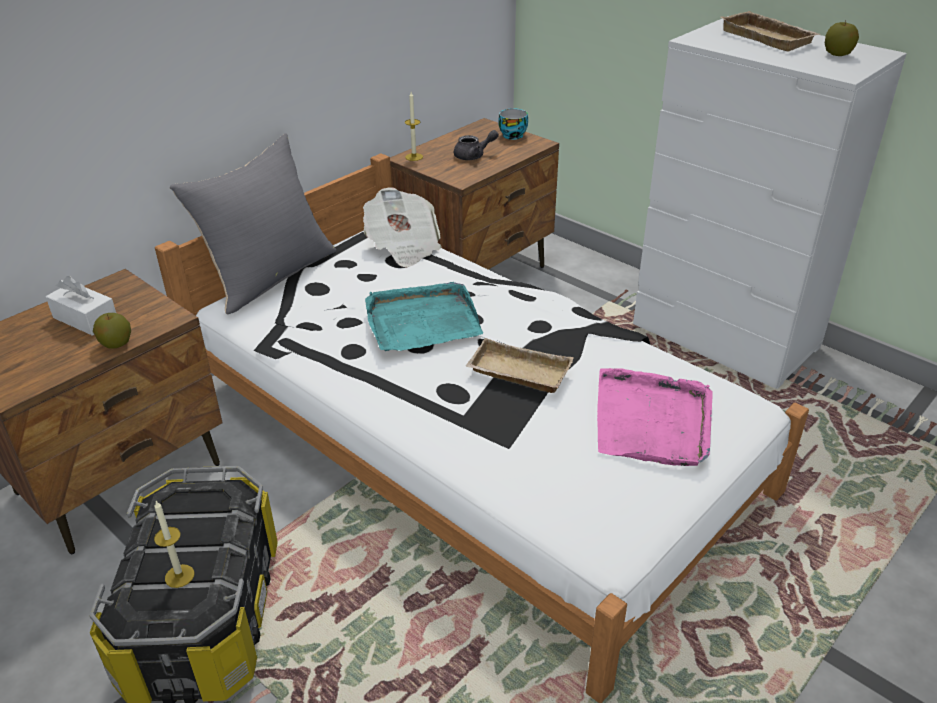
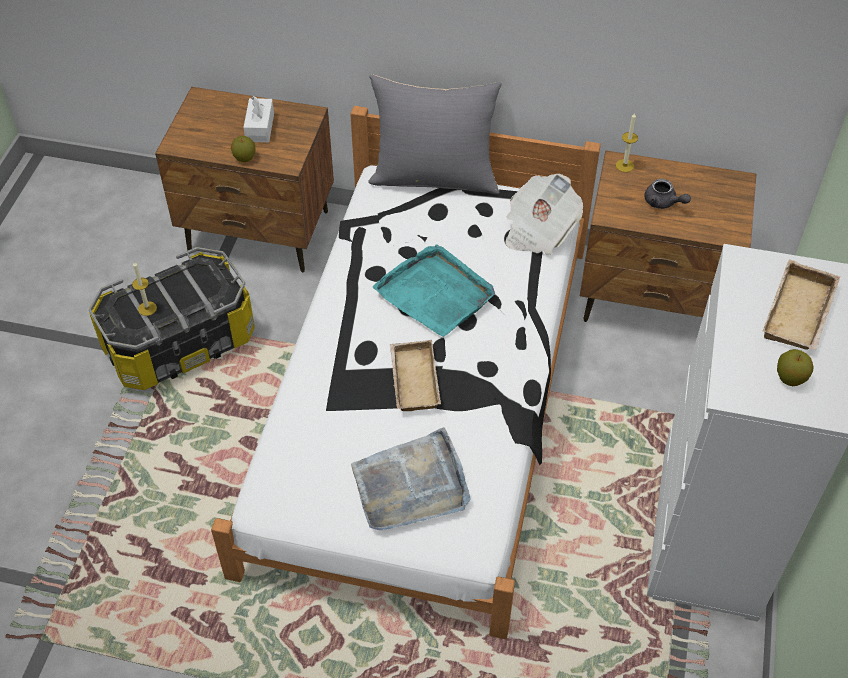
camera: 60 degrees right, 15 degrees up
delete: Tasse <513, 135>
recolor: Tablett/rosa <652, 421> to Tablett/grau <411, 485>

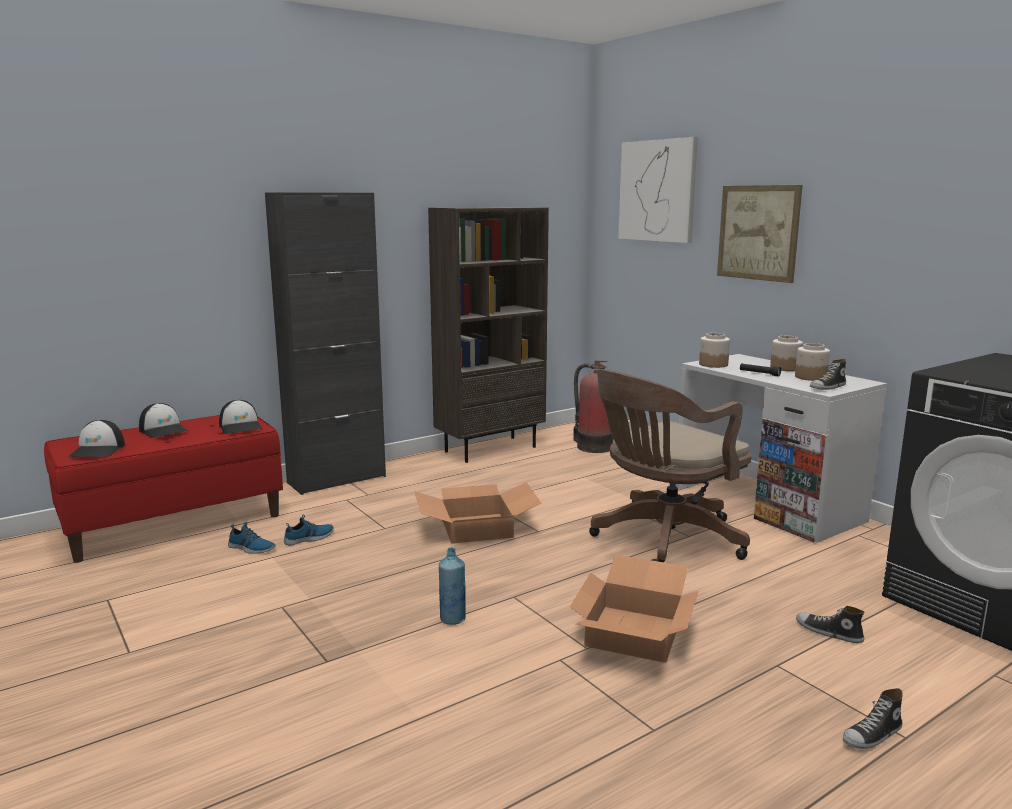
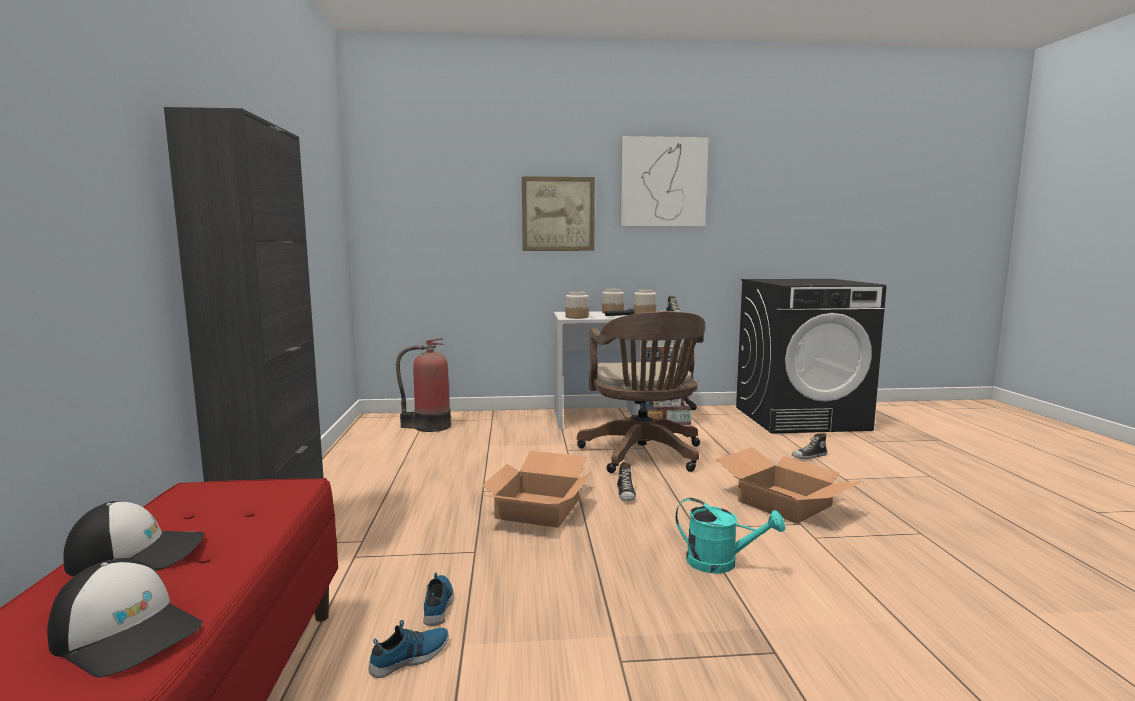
camera: 60 degrees left, 5 degrees down
delete: Kappe <241, 427>; Bücherregal/braun <490, 449>
move: Bild <657, 191> to <663, 182>; Schuh <872, 736> to <626, 494>
replace: Flasche/blau <452, 619> to Gießkanne/türkis <721, 563>

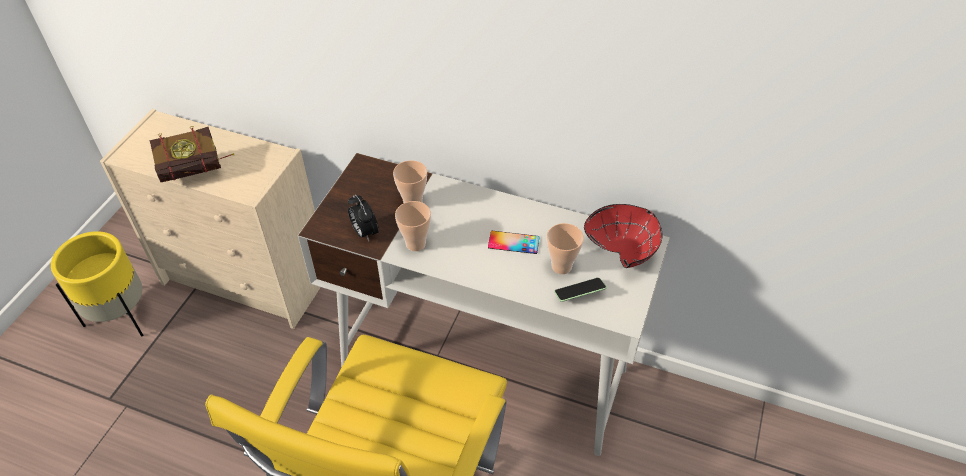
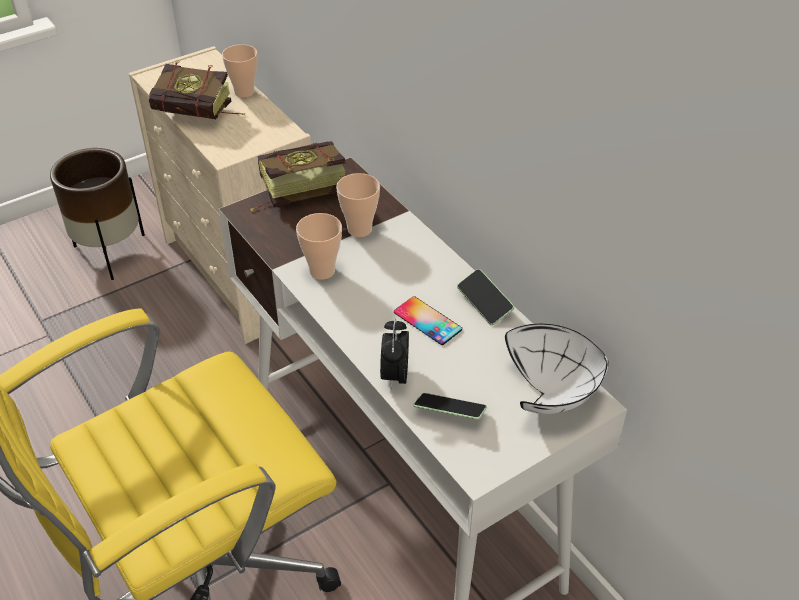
camera: 35 degrees right, 5 degrees down
insert: Buch <294, 192>; Handy <484, 303>
move: Wecker <364, 232> to <394, 375>; Tasse <561, 266> to <244, 92>
recolor: Pflanzkübel/gelb <122, 315> to Pflanzkübel/braun <111, 253>; Schüssel/rot <624, 248> to Schüssel/weiß <554, 392>

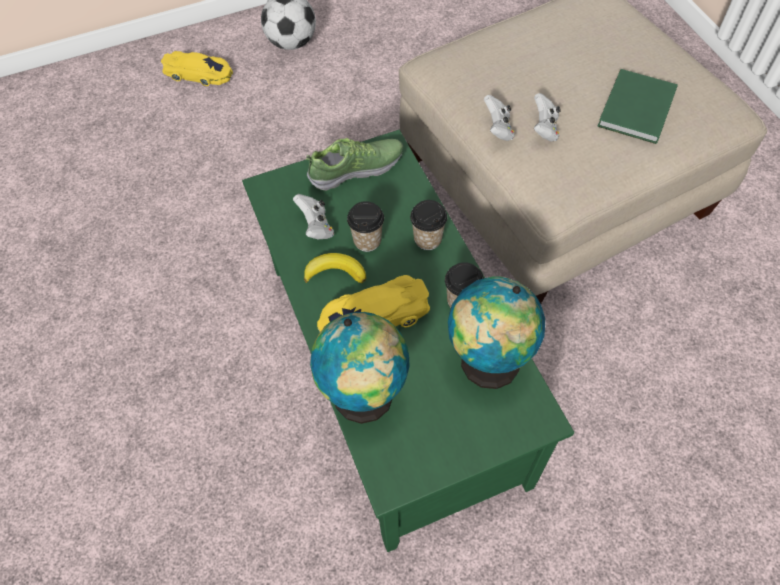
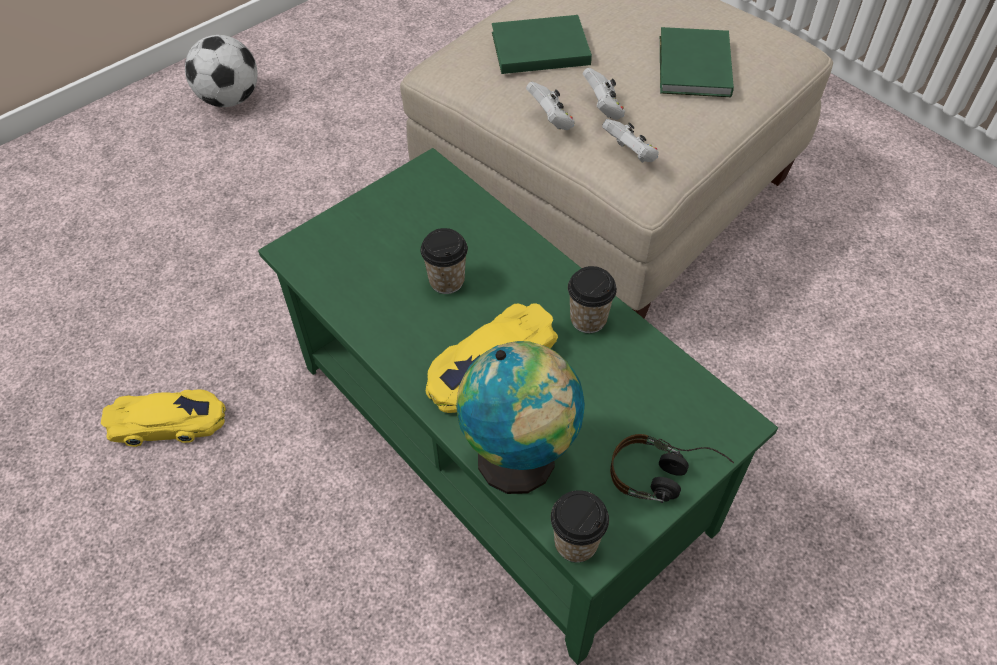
camera: 20 degrees left, 5 degrees down
delete: Banane <335, 272>; Schuh <356, 169>; Globus <487, 365>
insert: Buch/grün <537, 48>; Kopfhörer <666, 477>
move: Spielzeugauto/gelb <199, 73> to <168, 422>; Gamepad/weiß <316, 227> to <630, 154>; Tasse <427, 239> to <576, 543>

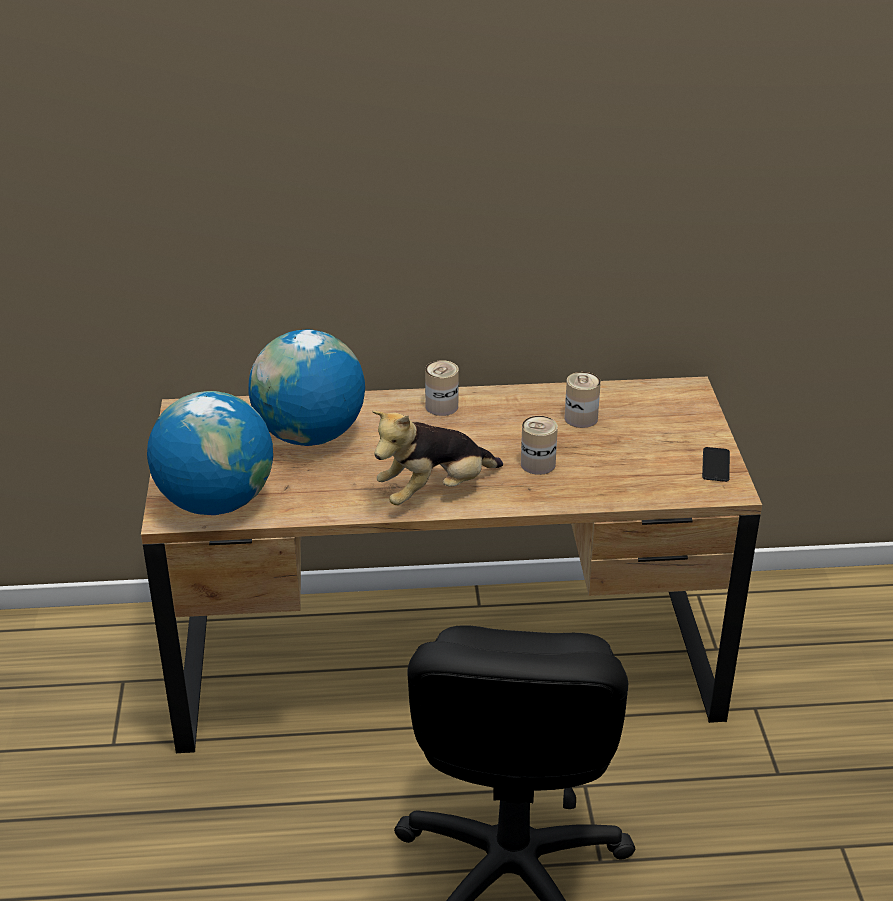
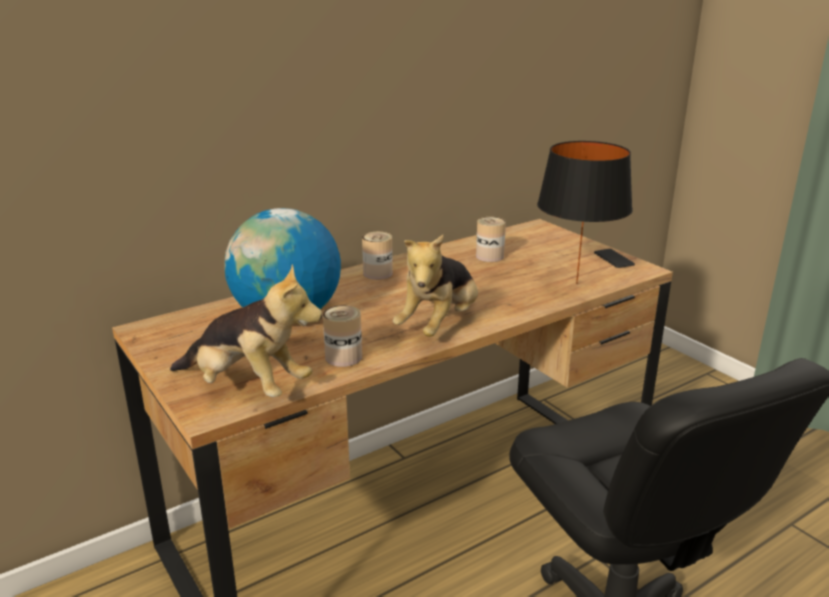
camera: 30 degrees left, 10 degrees down
insert: Tischlampe/schwarz <577, 283>
move: Dose <538, 464> to <343, 357>
replace: Globus <216, 502> to Plüschtier <248, 387>

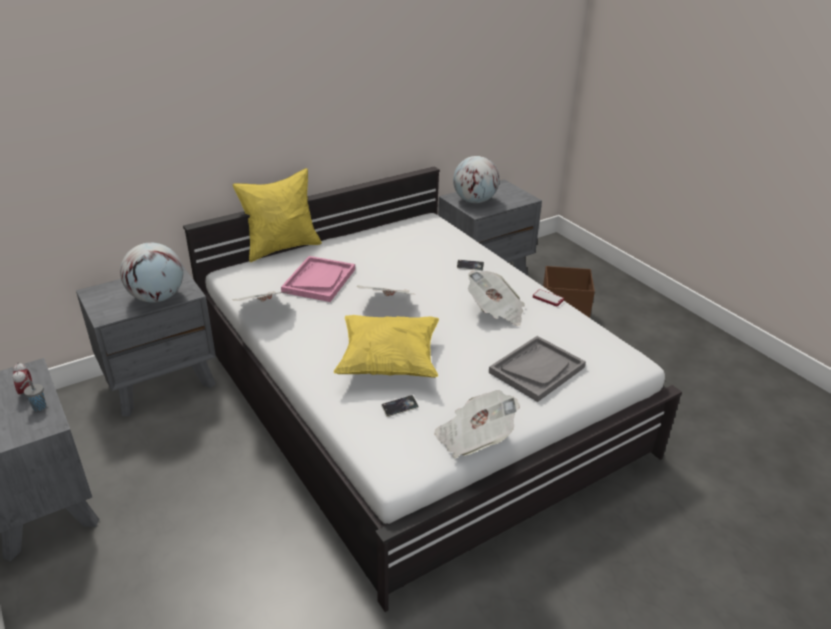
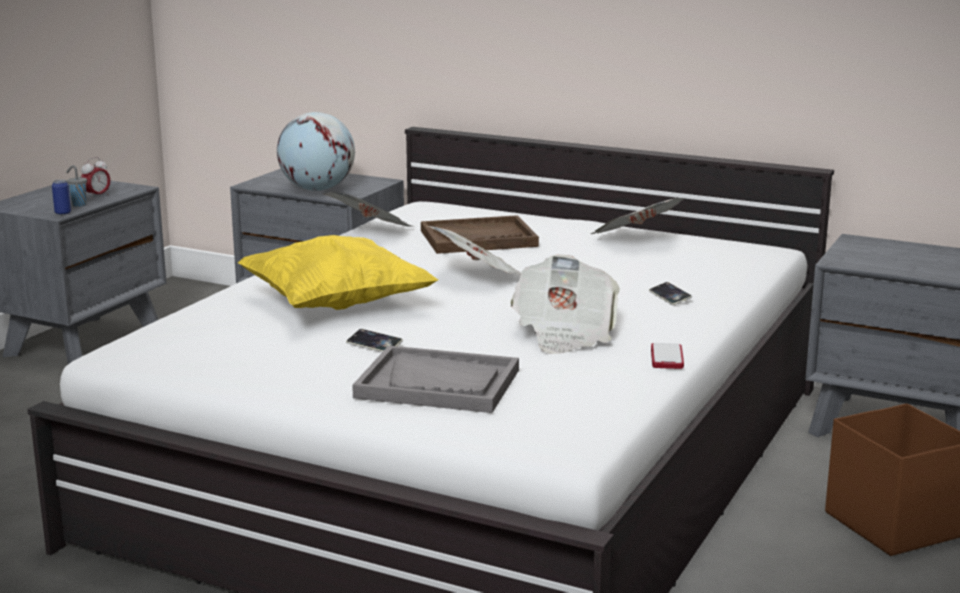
camera: 60 degrees right, 15 degrees down
delete: Kissen/gelb <282, 248>; Globus <474, 201>
insert: Dose <63, 213>
move: Handy <400, 408> to <374, 345>; Zeitung <474, 439> to <635, 240>
recolor: Tablett/rosa <319, 280> to Tablett/braun <478, 238>

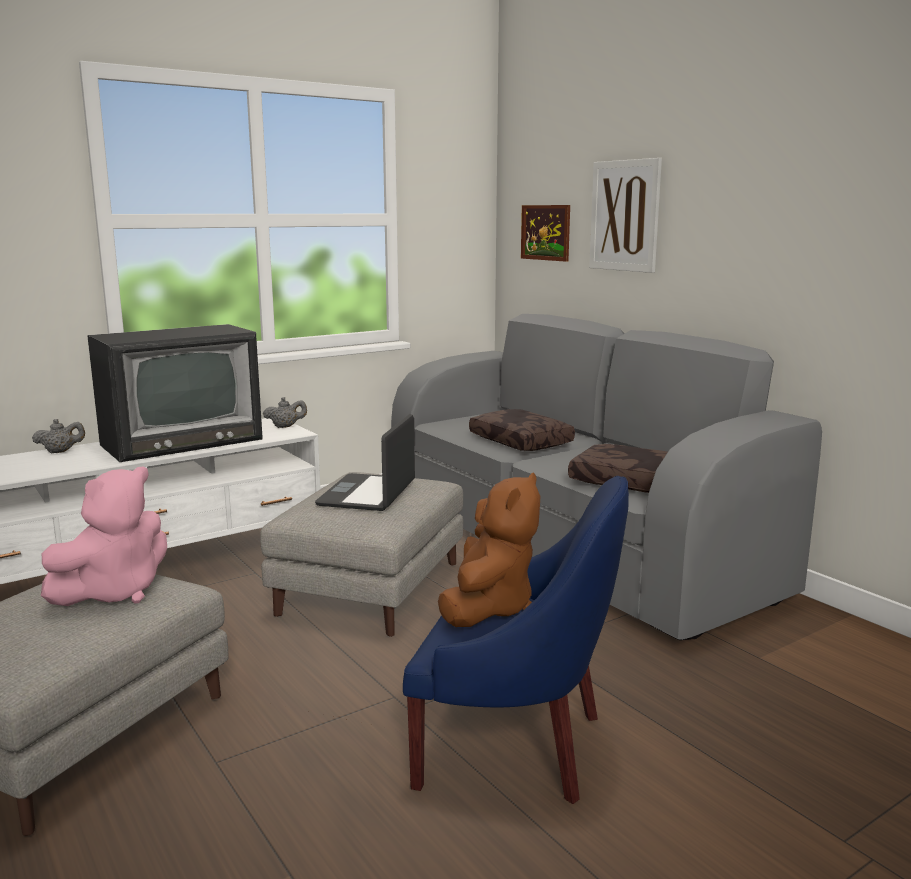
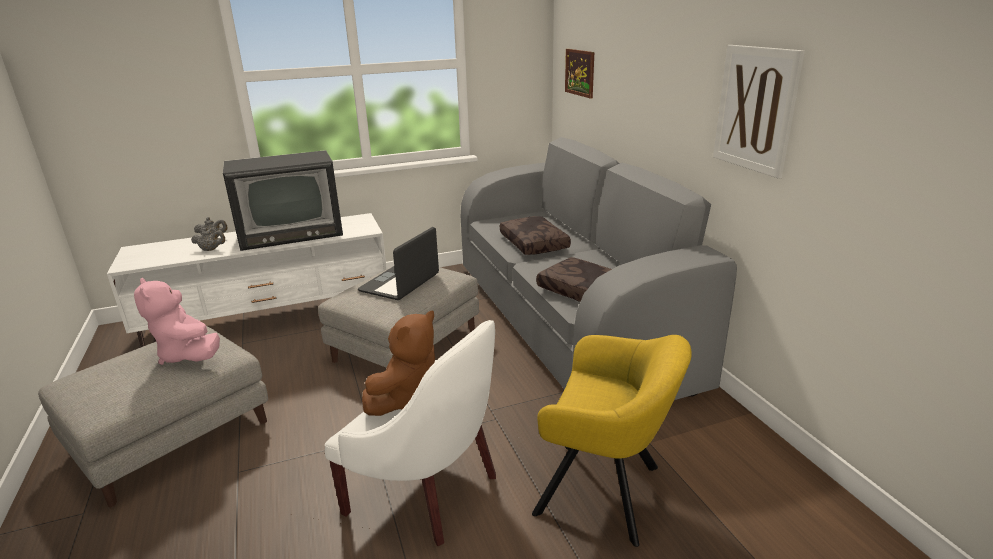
camera: 15 degrees right, 10 degrees up
insert: Sessel/gelb <606, 492>
move: Teekanne/grau <285, 427> to <211, 250>; Bild <624, 216> to <755, 109>
recolor: Sessel/blau <516, 744> to Sessel/weiß <428, 490>
rotate: Plüschtier/rosa <115, 592> = <189, 355> 90 degrees clockwise

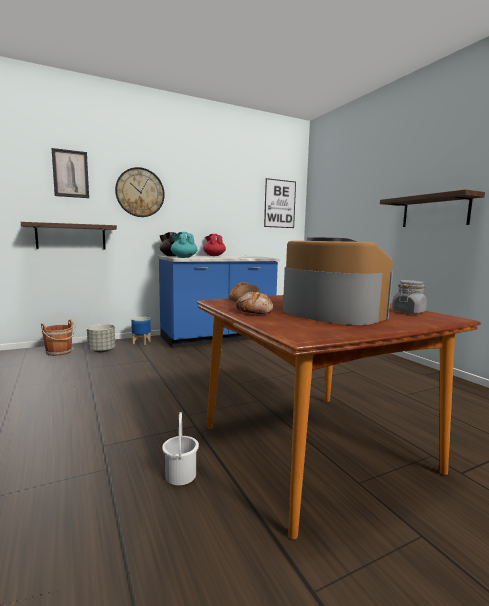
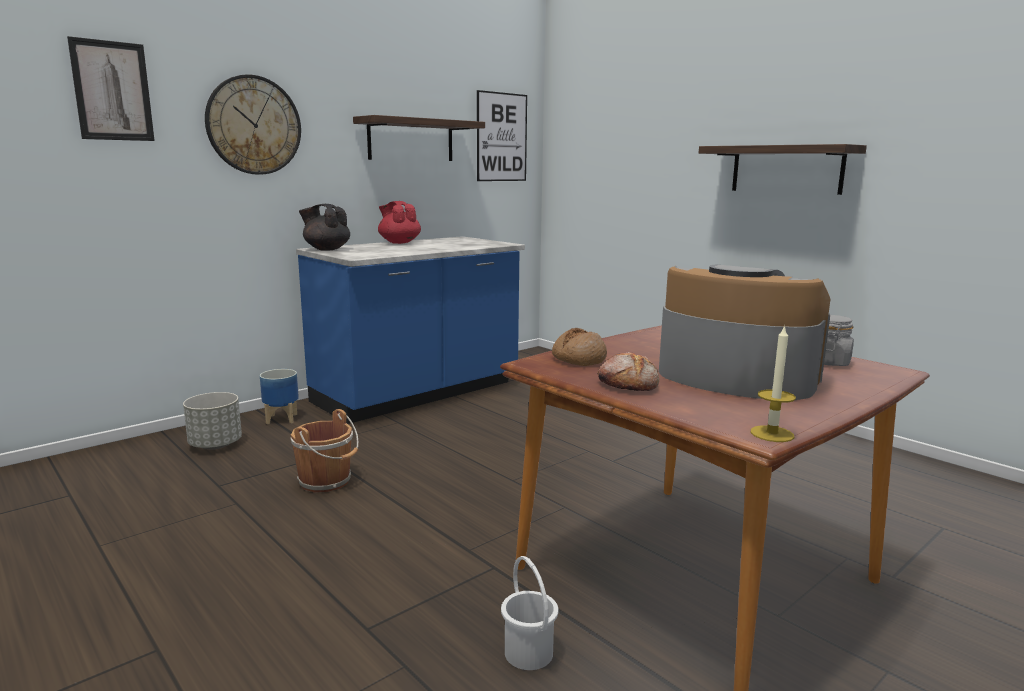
camera: 15 degrees left, 5 degrees up
delete: Teekanne/türkis <183, 257>
insert: Kerze <772, 434>
move: Wandregal <71, 236> to <411, 140>; Eimer/braun <60, 352> to <327, 482>

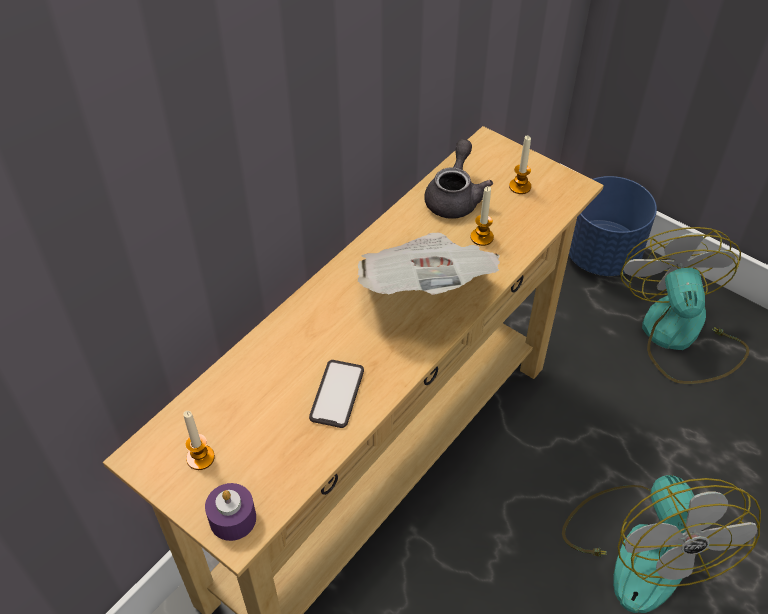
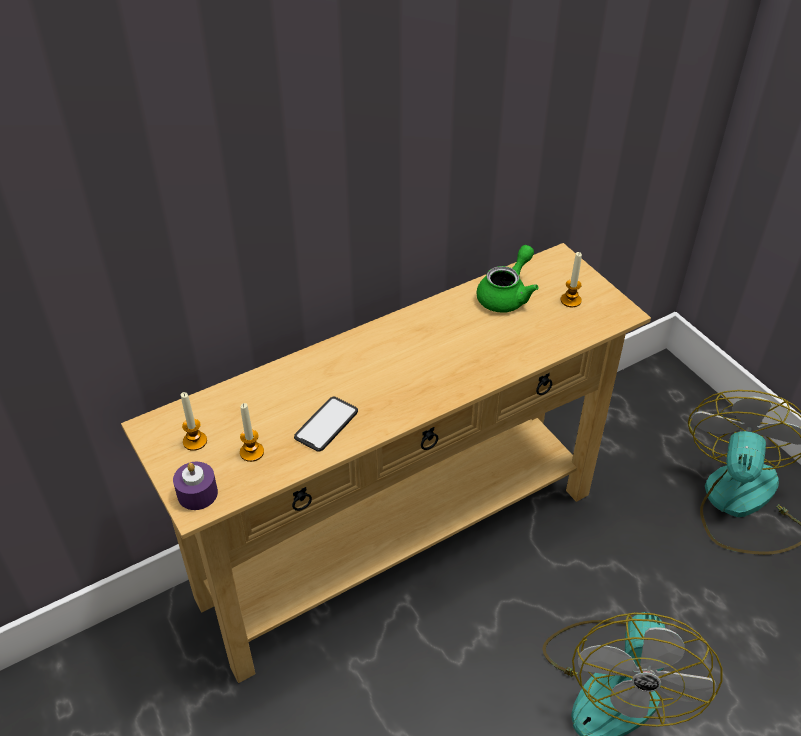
camera: 20 degrees right, 5 degrees down
delete: Zeitung <425, 288>; Pflanzkübel/blau <602, 255>
move: Kerze <482, 237> to <252, 452>
recolor: Teekanne/grau <454, 197> to Teekanne/grün <507, 295>

